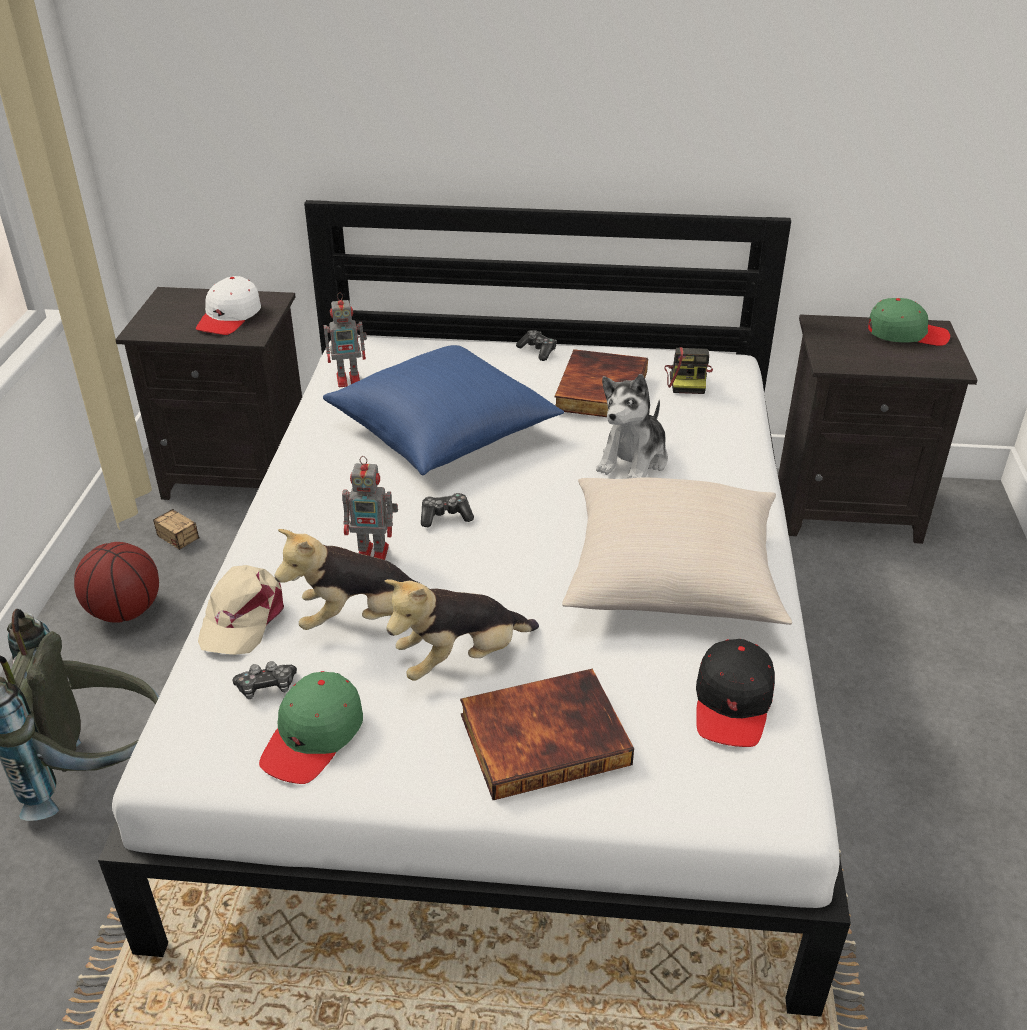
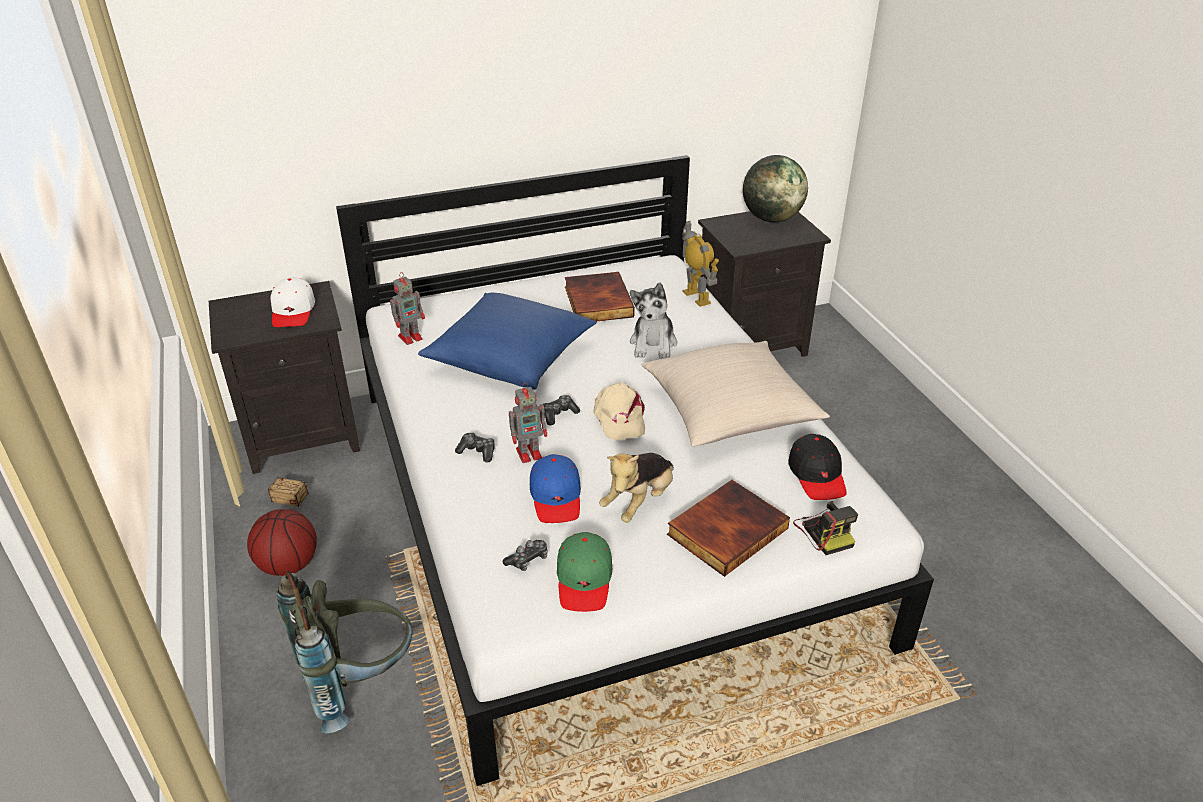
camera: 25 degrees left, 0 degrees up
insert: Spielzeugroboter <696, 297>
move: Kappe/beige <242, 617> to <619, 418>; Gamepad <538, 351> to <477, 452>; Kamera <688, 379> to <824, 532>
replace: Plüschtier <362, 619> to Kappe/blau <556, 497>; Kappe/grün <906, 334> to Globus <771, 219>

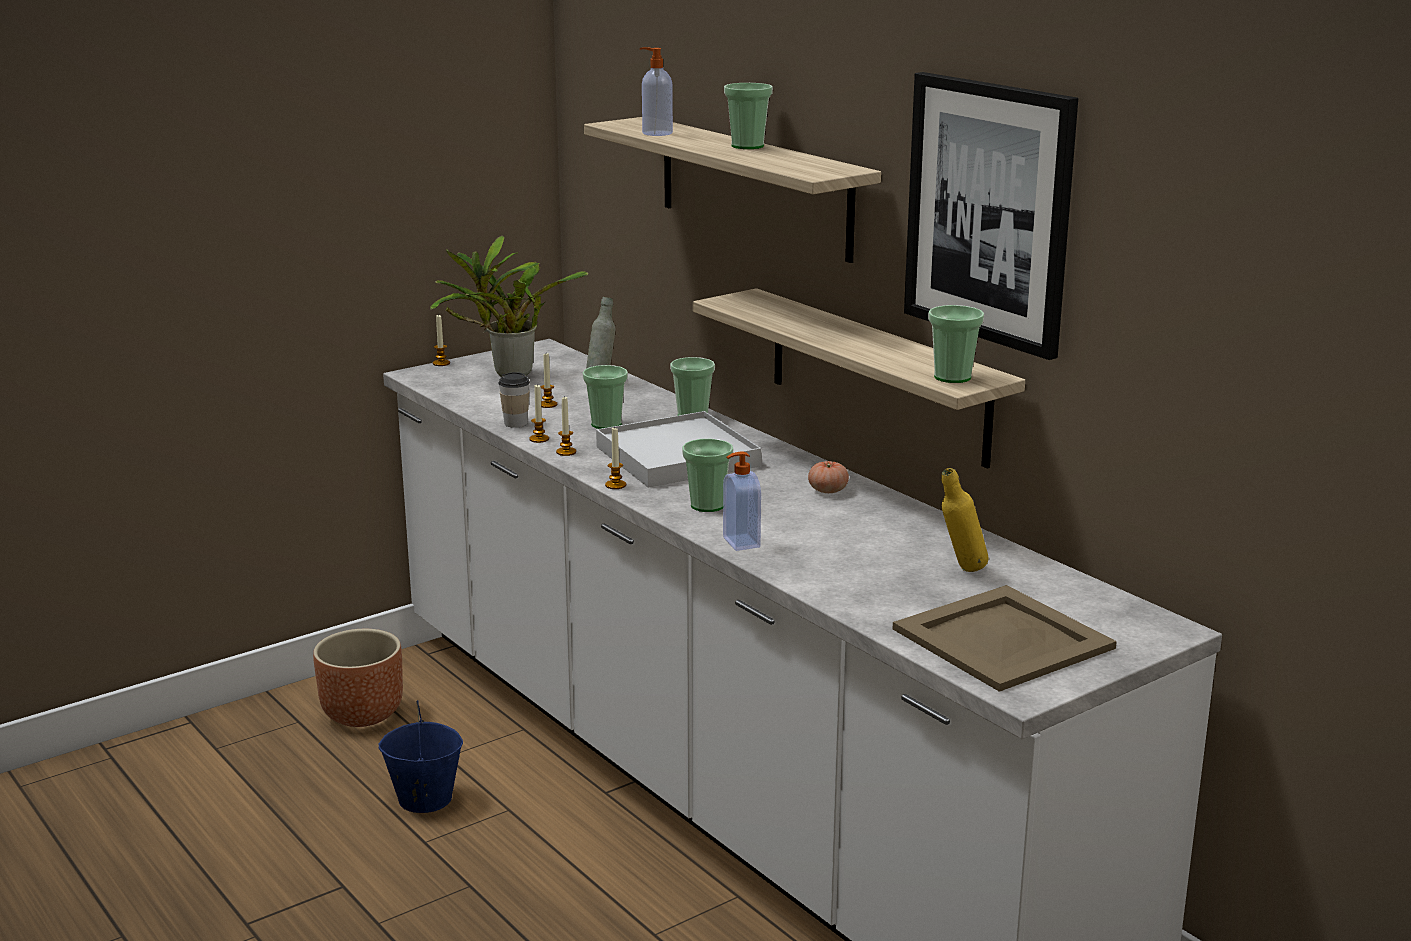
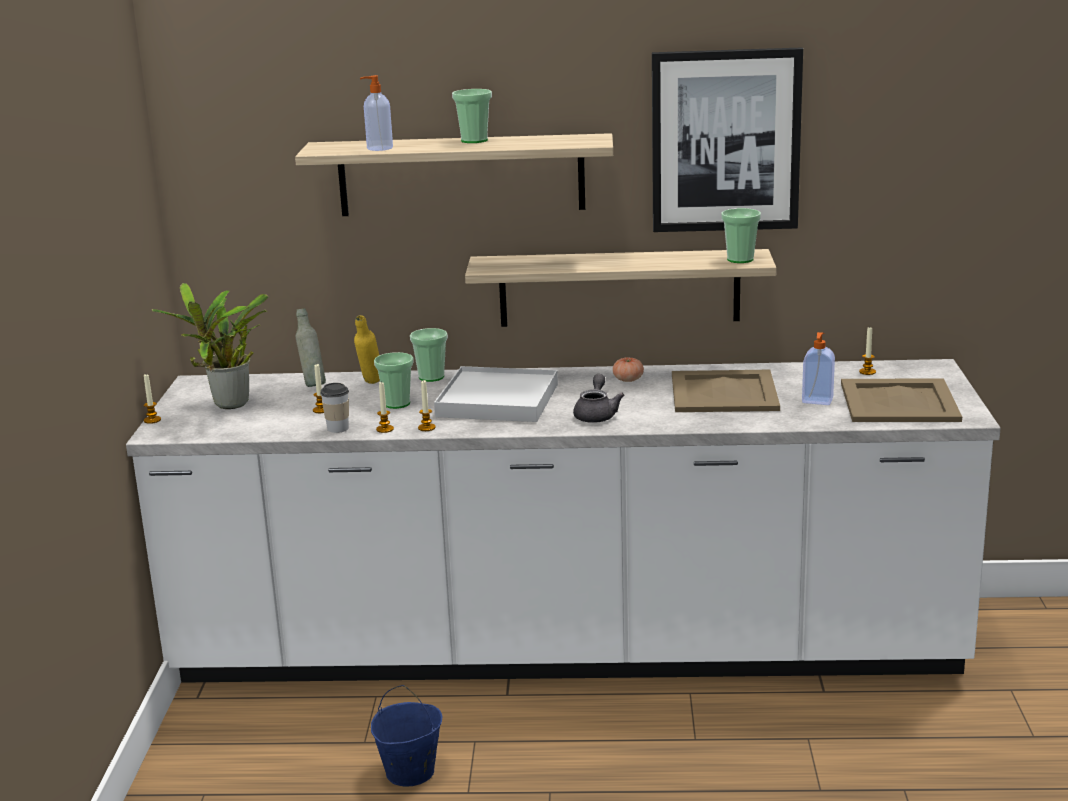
camera: 50 degrees left, 0 degrees up
delete: Pflanzkübel/braun <362, 715>
insert: Tablett/beige <725, 393>
move: Kerze <615, 485> to <867, 372>; Seifenspender <740, 543> to <817, 401>; Flasche/gelb <961, 571> to <370, 384>
replace: Tasse <707, 505> to Teekanne/grau <596, 415>

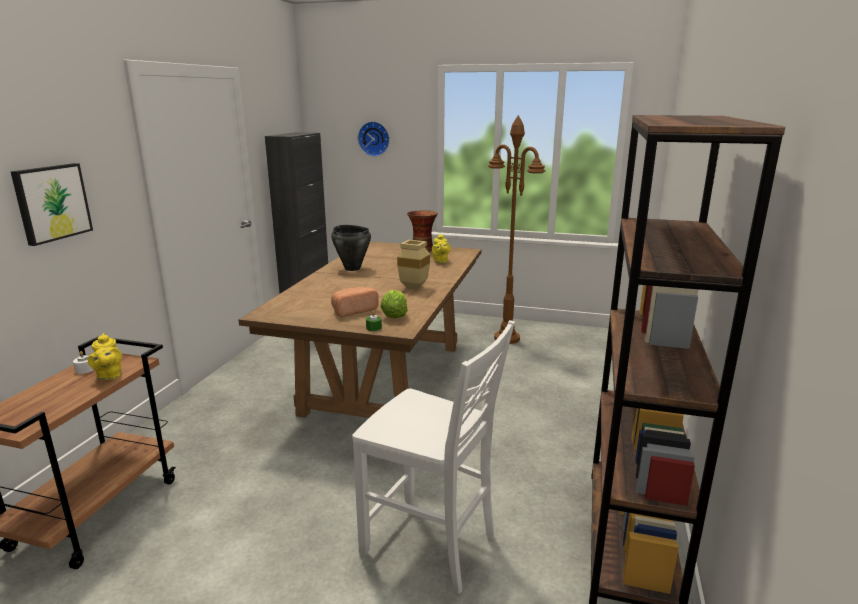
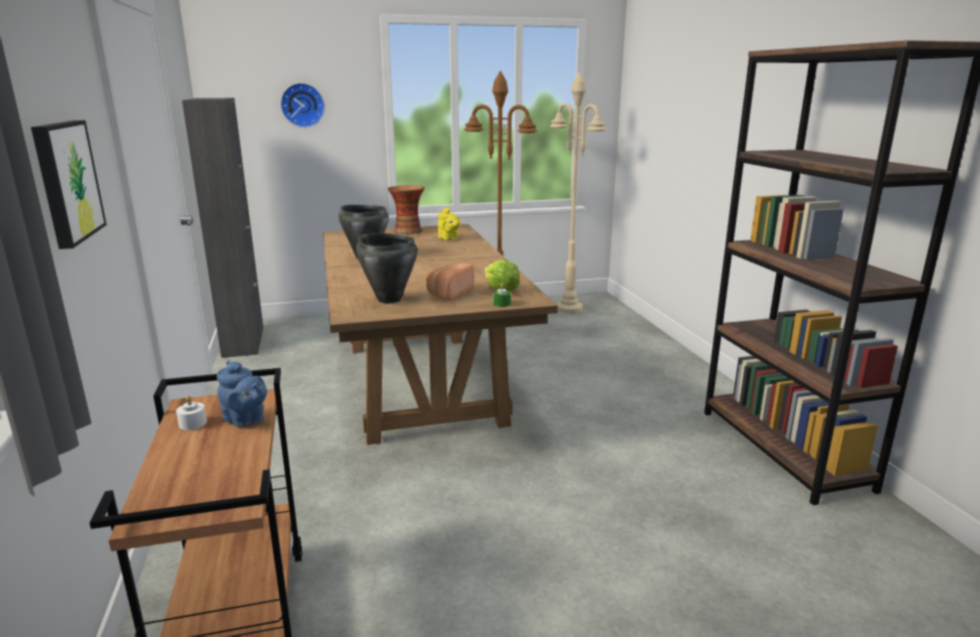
camera: 30 degrees left, 0 degrees up
delete: Stuhl/weiß <431, 545>; Vase/beige <415, 287>
insert: Kochtopf/schwarz <389, 299>; Stehlampe/beige <569, 308>
recolor: Teekanne/gelb <109, 376> to Teekanne/blau <246, 420>

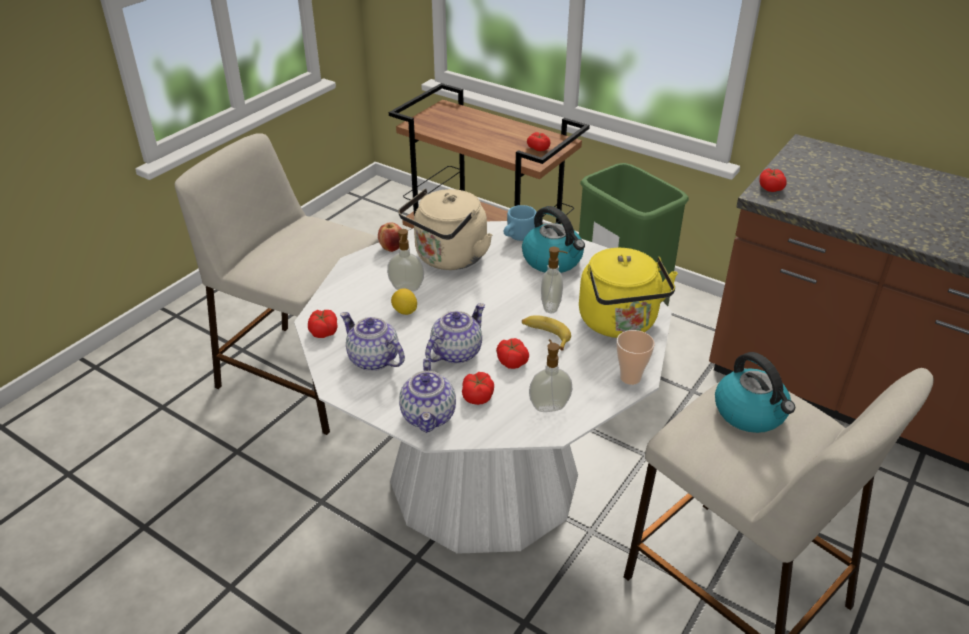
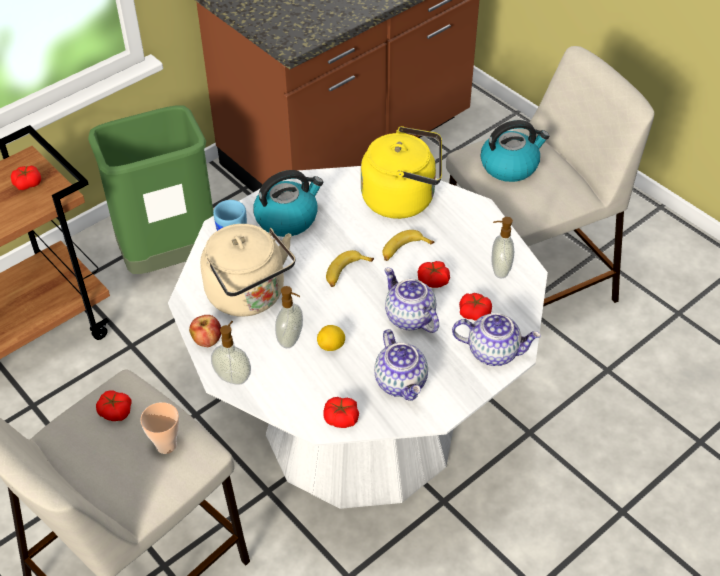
camera: 75 degrees left, 10 degrees up
insert: Banane <346, 273>
move: Seifenspender <552, 306> to <233, 377>; Tasse <630, 377> to <166, 445>; Tomate <770, 187> to <115, 412>
rotate: Teekanne <372, 359> = <401, 382> 75 degrees counterclockwise

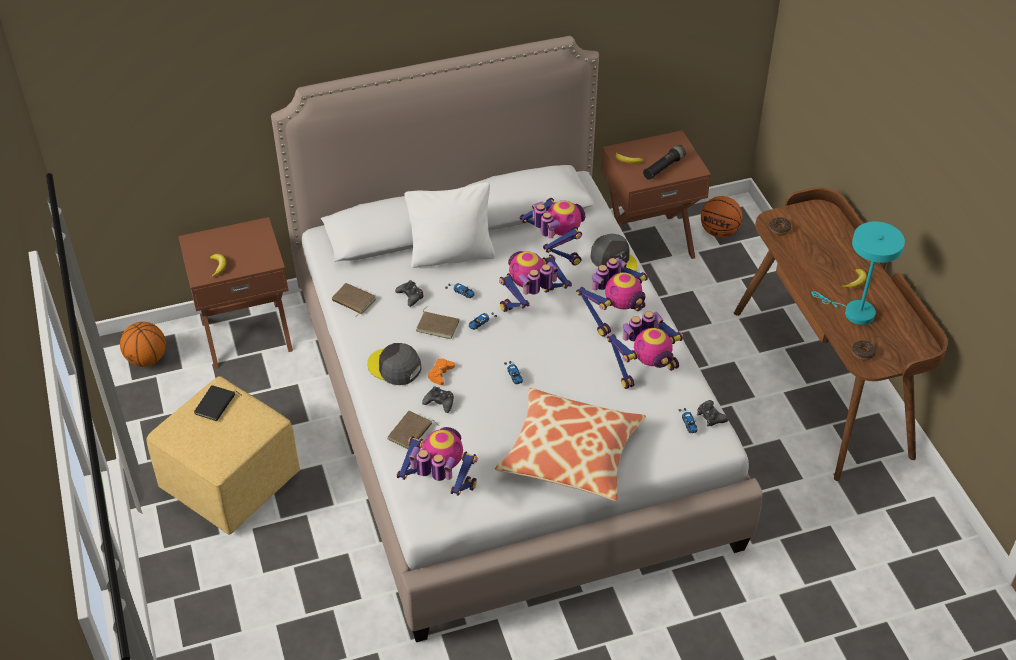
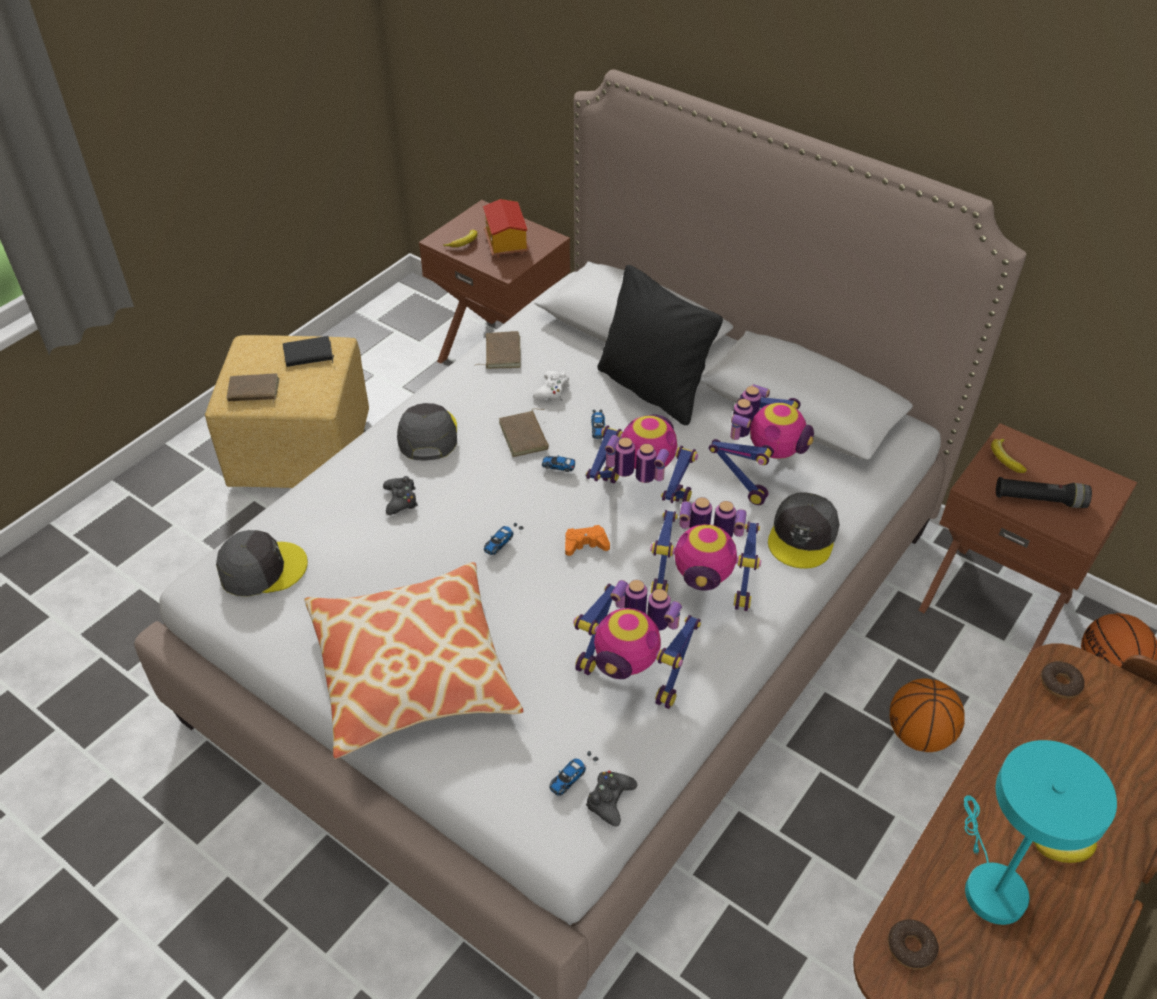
camera: 55 degrees right, 0 degrees up
insert: Spielzeughaus <505, 244>
move: Basketball <147, 359> to <919, 735>; Buch/braun <411, 433> to <253, 391>; Gamepad/orange <440, 374> to <585, 544>
replace: Spielzeugroboter <440, 486> to Kappe/grau <262, 568>
recolor: Gamepad/schwarz <410, 296> to Gamepad/weiß <552, 391>; Kissen/weiß <451, 255> to Kissen/schwarz <653, 389>

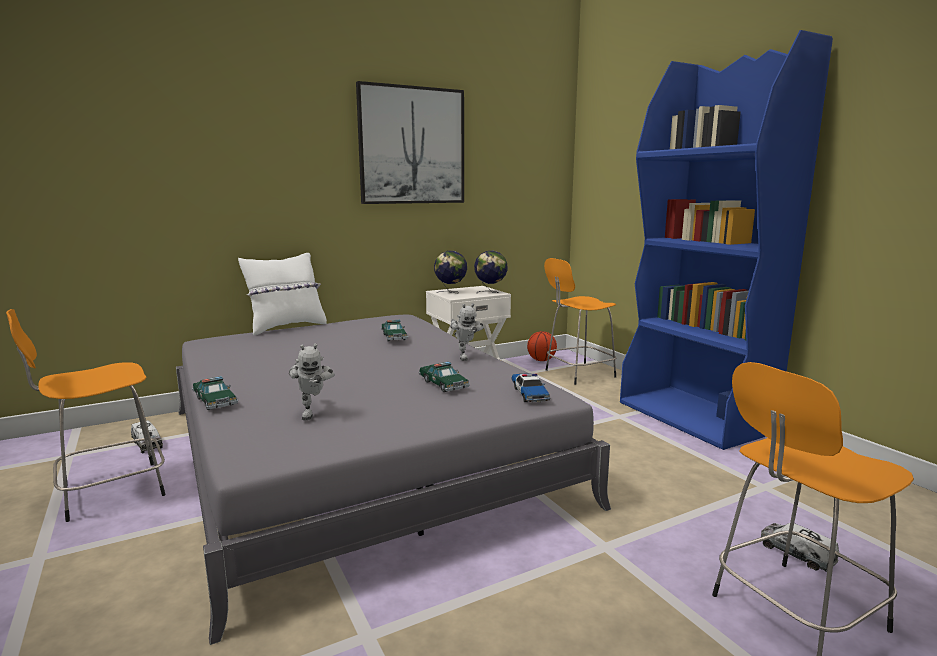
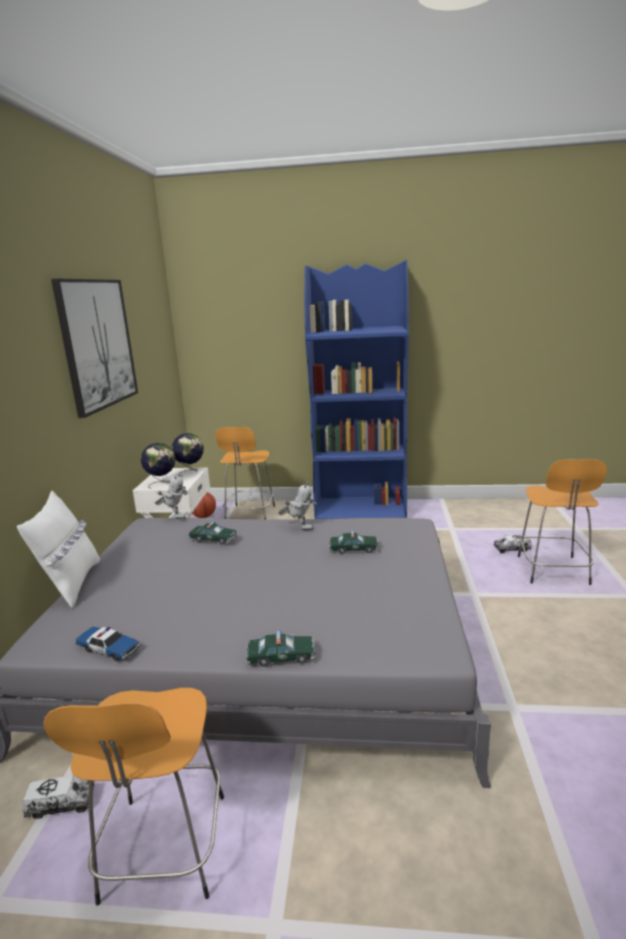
camera: 55 degrees left, 5 degrees up
move: Spielzeugroboter <312, 413> to <175, 516>; Spielzeugauto <529, 394> to <108, 649>

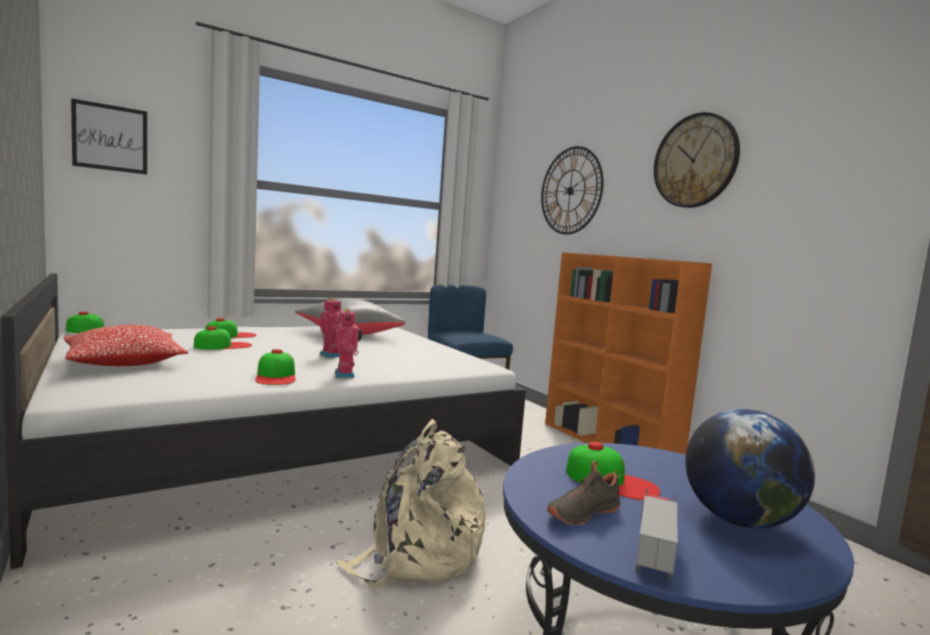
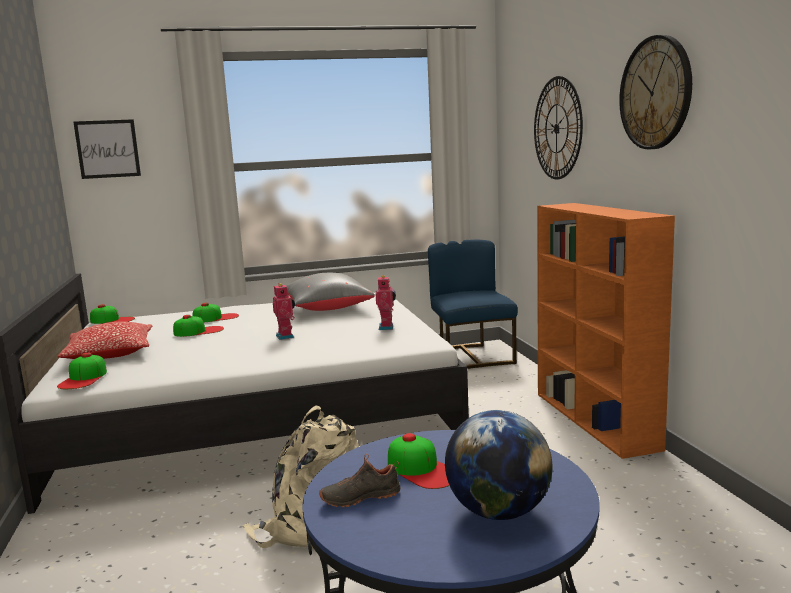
camera: 20 degrees right, 5 degrees up
delete: Spielzeuglaster <655, 544>
move: Kappe <276, 376> to <83, 378>; Spielzeugroboter <346, 374> to <387, 327>

